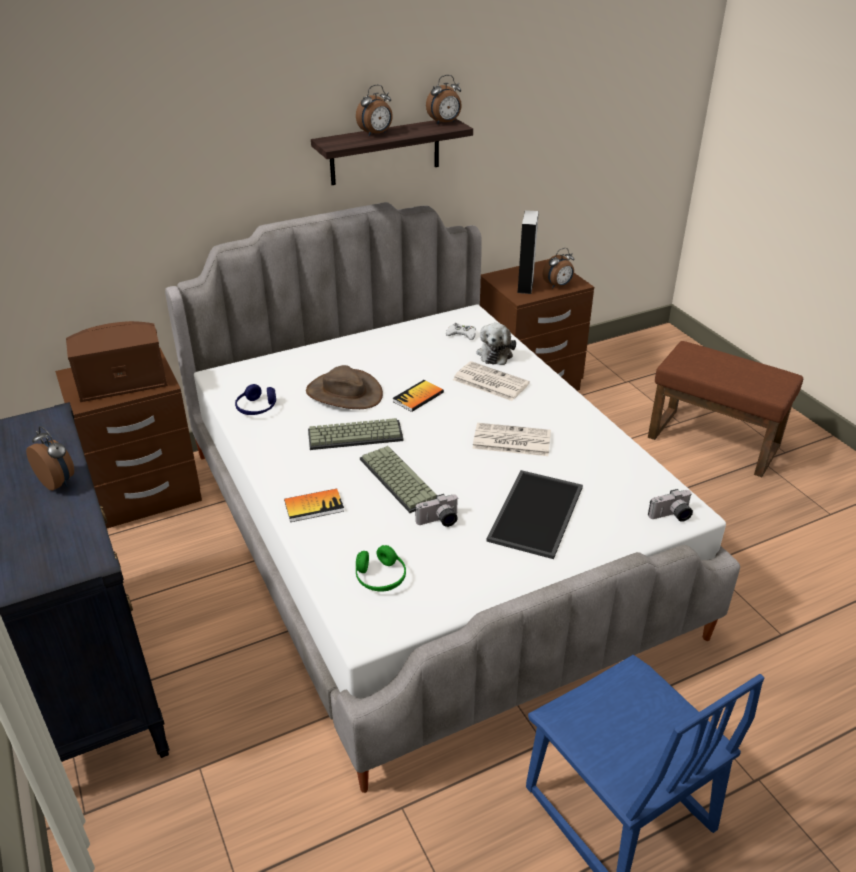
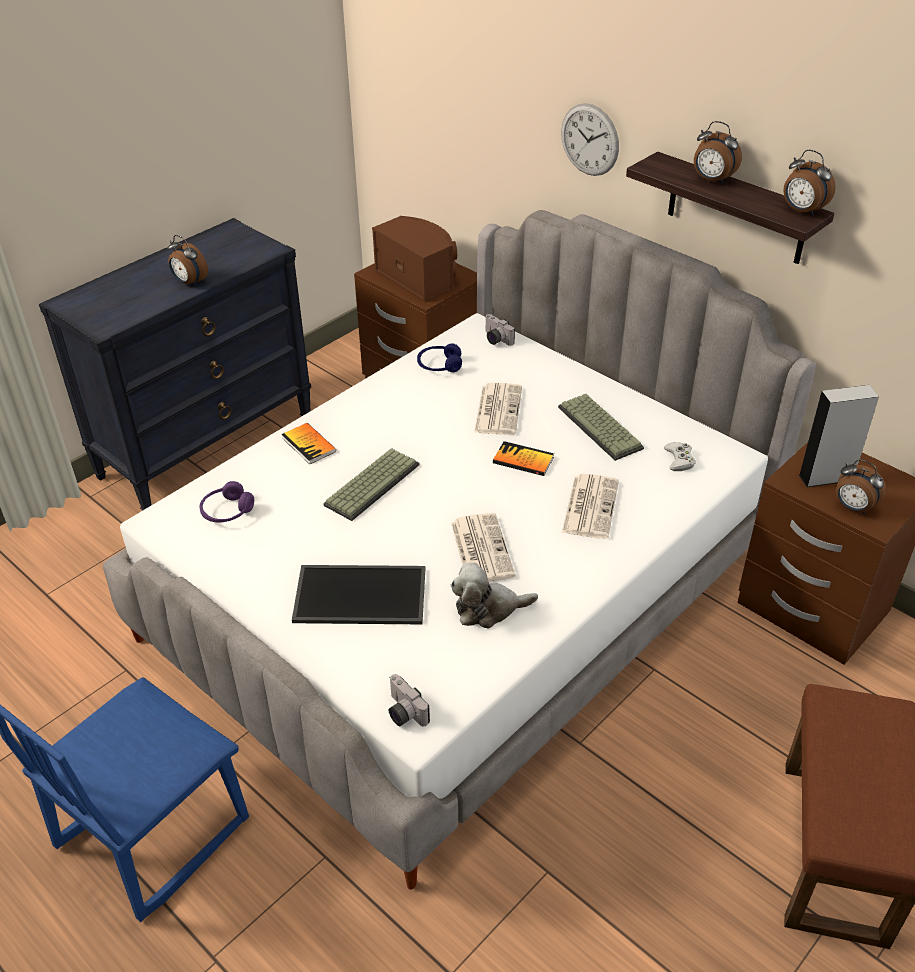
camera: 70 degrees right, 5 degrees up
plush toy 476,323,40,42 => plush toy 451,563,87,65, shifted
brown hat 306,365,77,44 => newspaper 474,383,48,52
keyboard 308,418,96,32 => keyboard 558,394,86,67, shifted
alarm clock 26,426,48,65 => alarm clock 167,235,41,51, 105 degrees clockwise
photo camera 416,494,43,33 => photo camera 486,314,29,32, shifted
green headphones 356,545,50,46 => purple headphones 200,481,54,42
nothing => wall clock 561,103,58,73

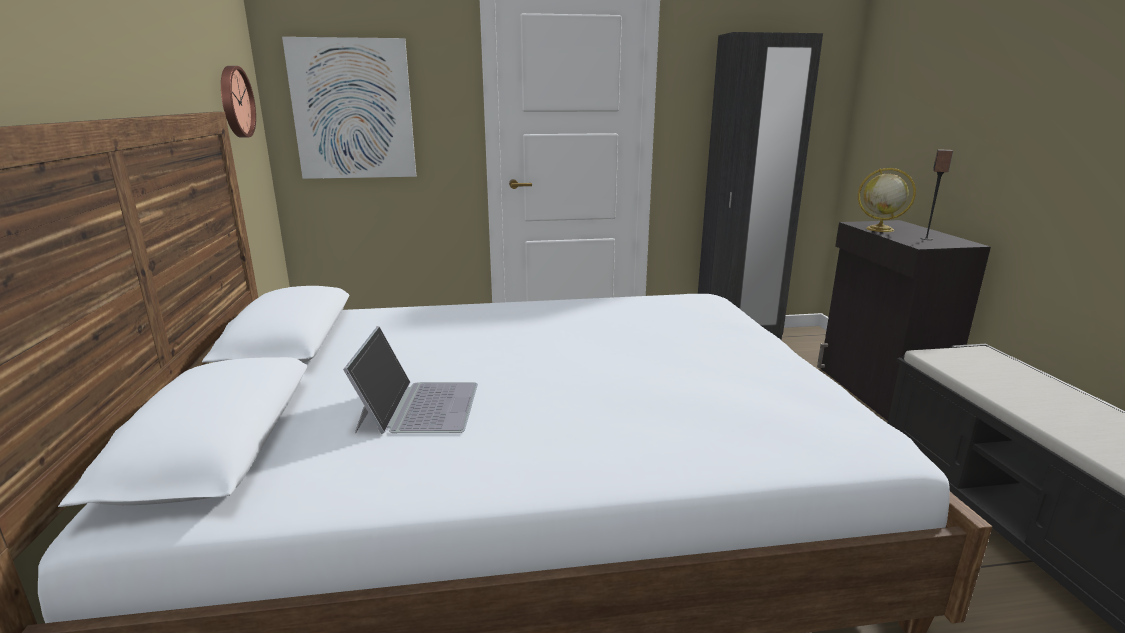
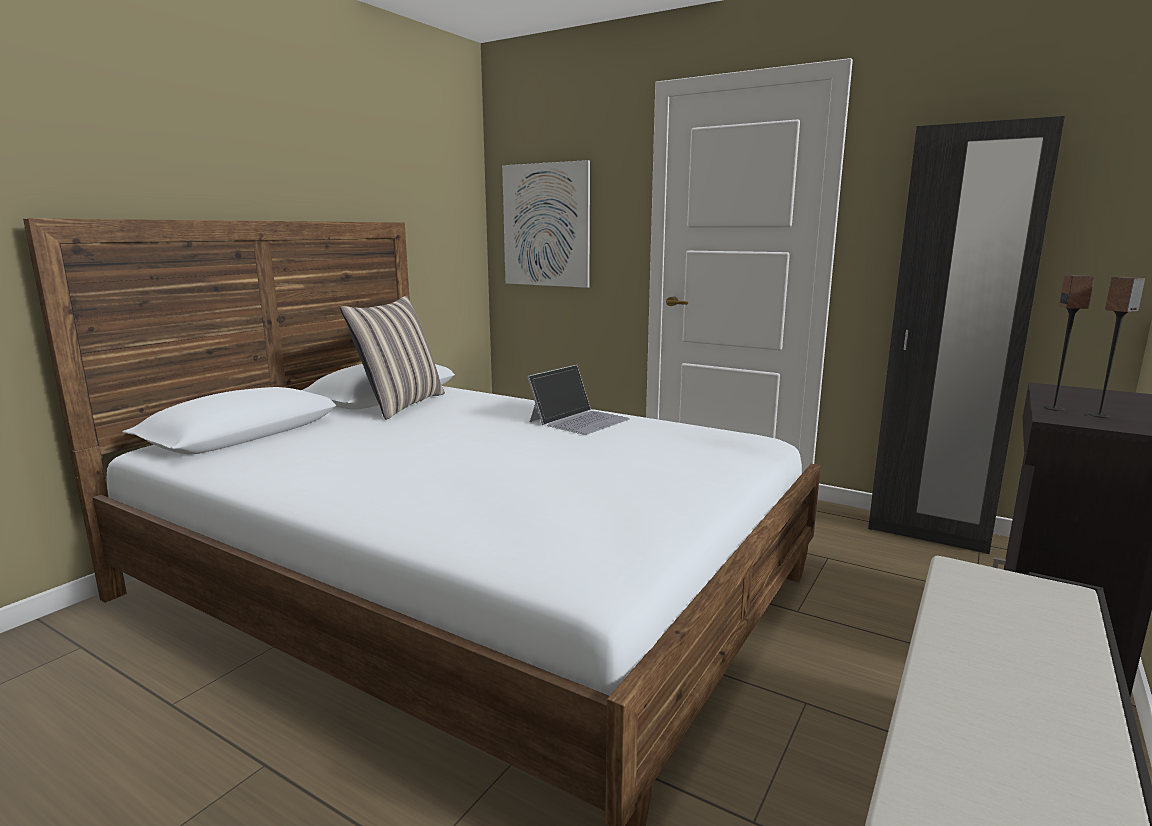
camera: 40 degrees right, 5 degrees down
wall clock 221,66,35,71 => nothing
globe 858,168,58,64 => nothing
laptop 343,326,135,108 => laptop 527,365,103,70, shifted
nothing => speaker 1044,275,51,136
nothing => pillow 340,296,105,124

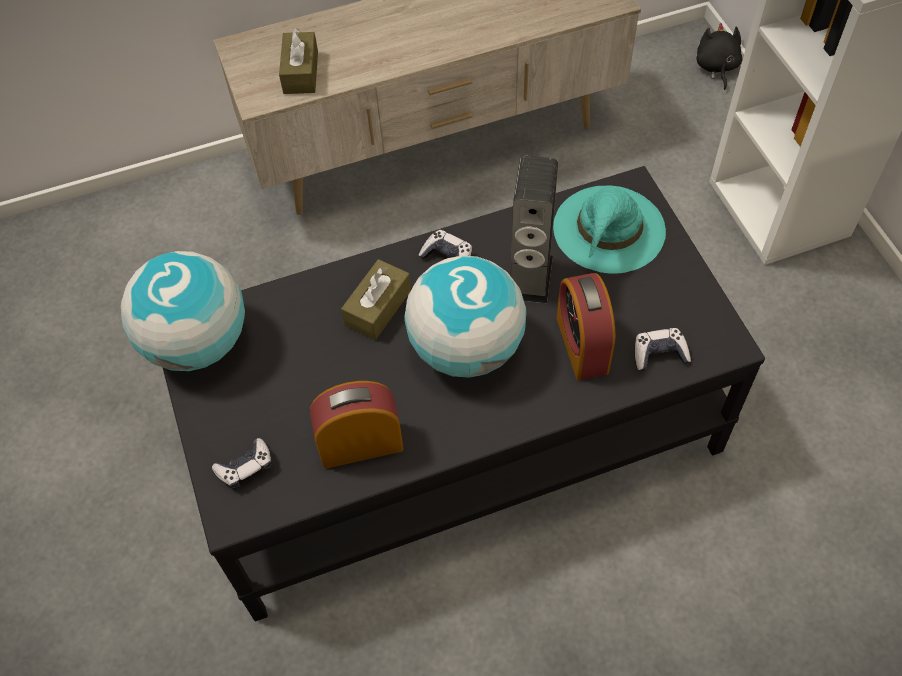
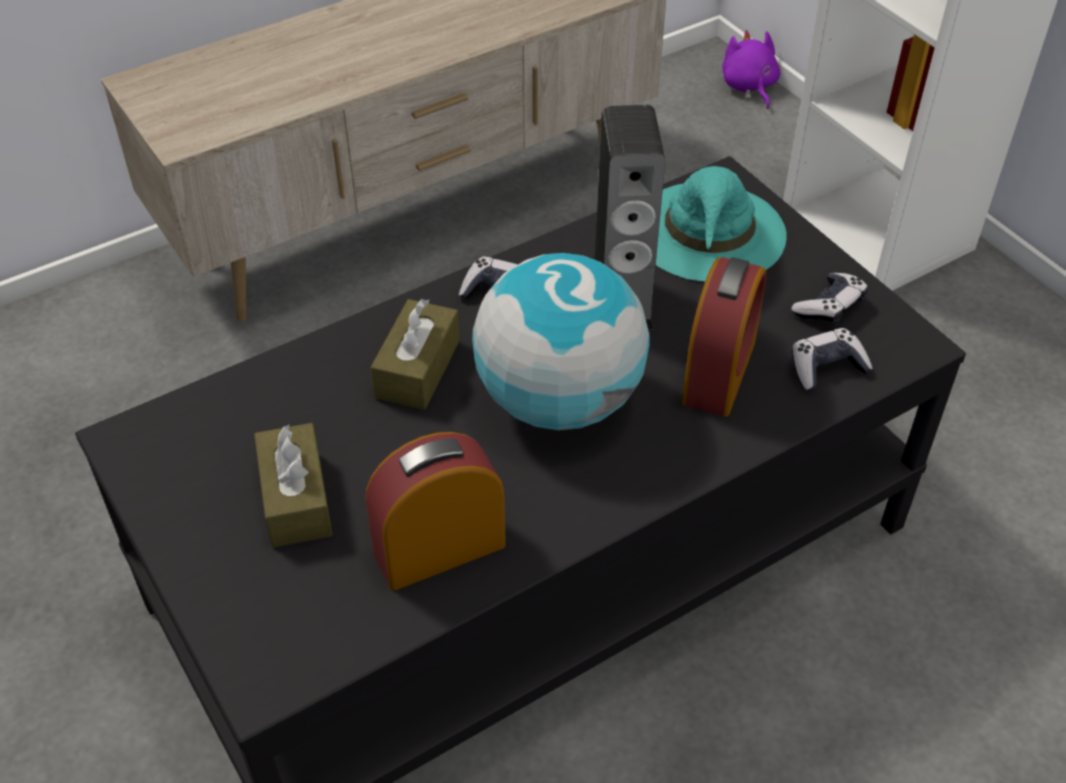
camera: 15 degrees left, 10 degrees down
black plush toy 696,23,46,67 => purple plush toy 722,30,58,79
brown tissue box 279,28,39,66 => brown tissue box 254,423,79,124, shifted
globe 121,251,124,120 => nothing
alarm clock 557,273,58,107 => alarm clock 682,257,84,160, 135 degrees counterclockwise
game controller 212,438,59,51 => game controller 791,273,77,52, shifted

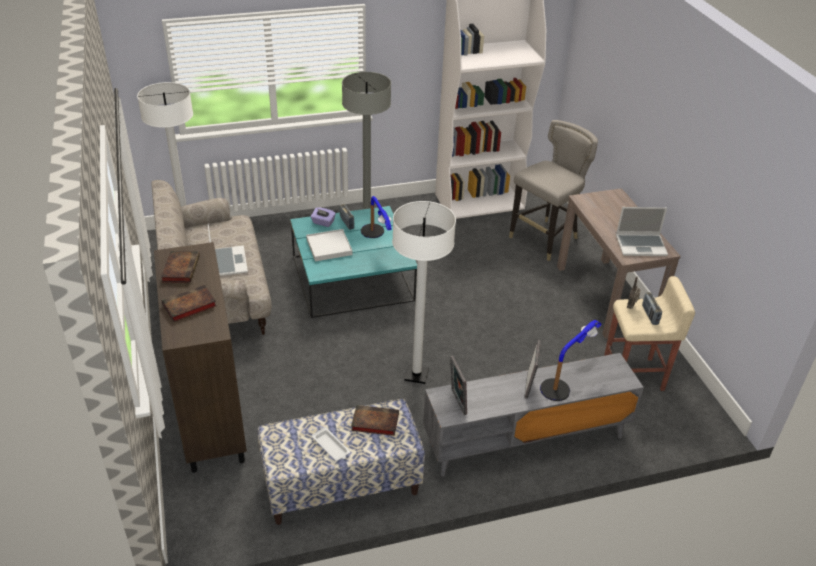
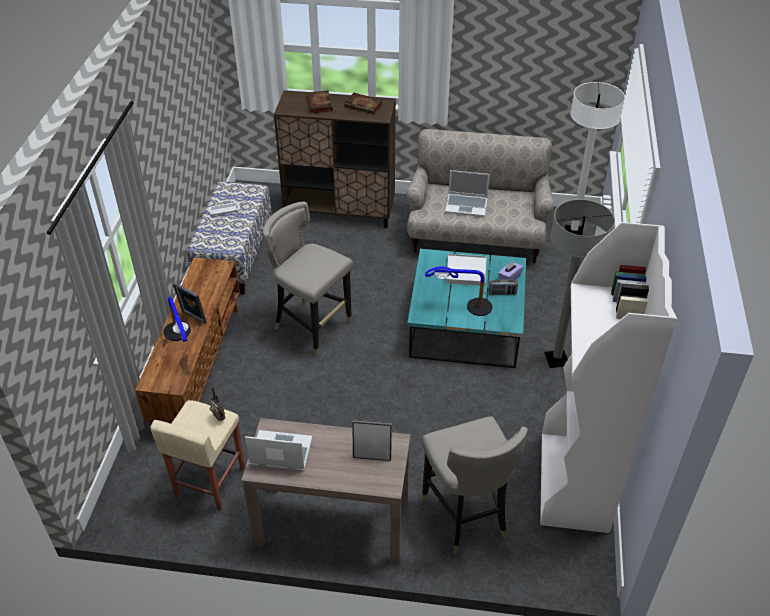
camera: 115 degrees right, 5 degrees up
white floor lamp 392,201,64,183 => grey stool 263,201,90,155
laptop 616,207,52,49 => laptop 245,430,67,41, 75 degrees clockwise
radio 642,292,20,33 => nothing
grey tv stand 423,353,221,123 => brown tv stand 135,257,105,167
picture frame 450,356,17,59 => picture frame 352,420,40,41, shifted
book 351,405,48,31 => nothing

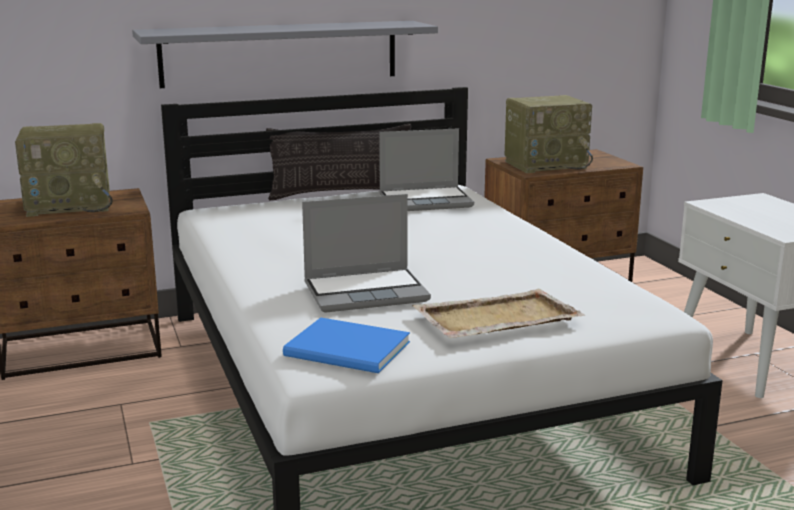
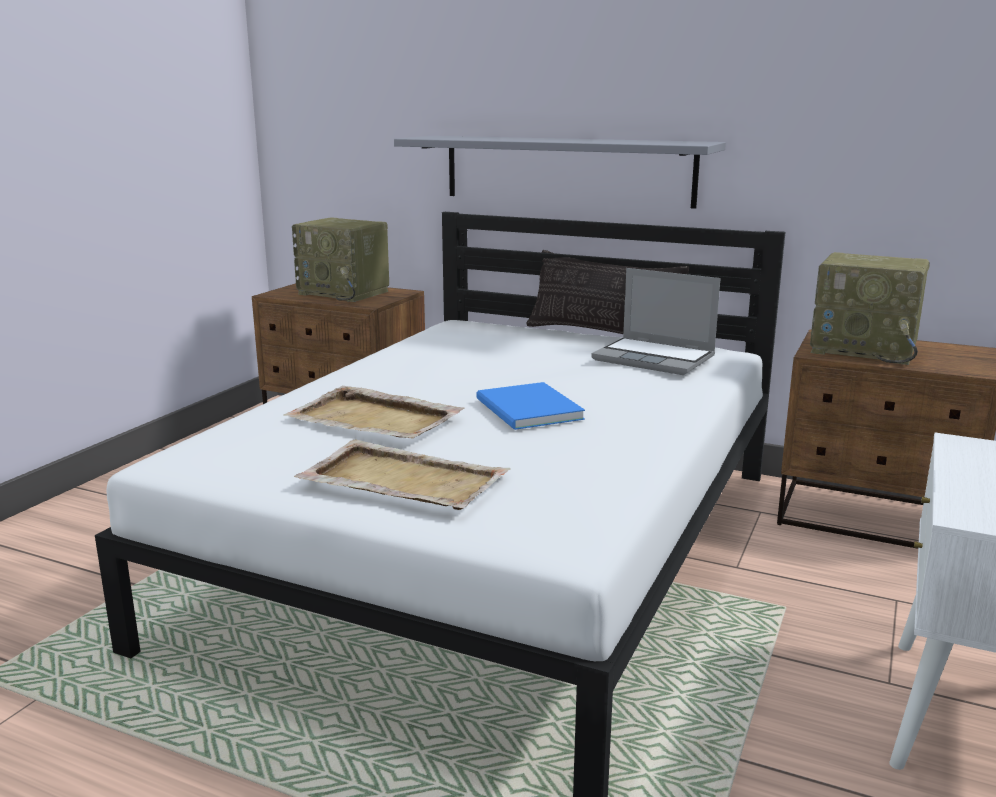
camera: 45 degrees right, 0 degrees up
laptop 302,194,129,119 => beige tray 283,386,182,52
blue book 283,318,127,55 => blue book 476,382,109,48, shifted

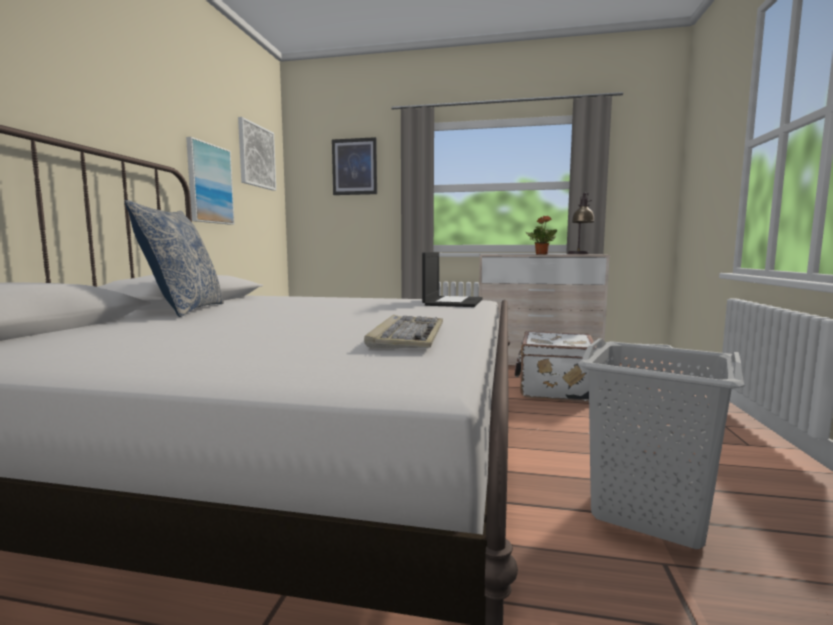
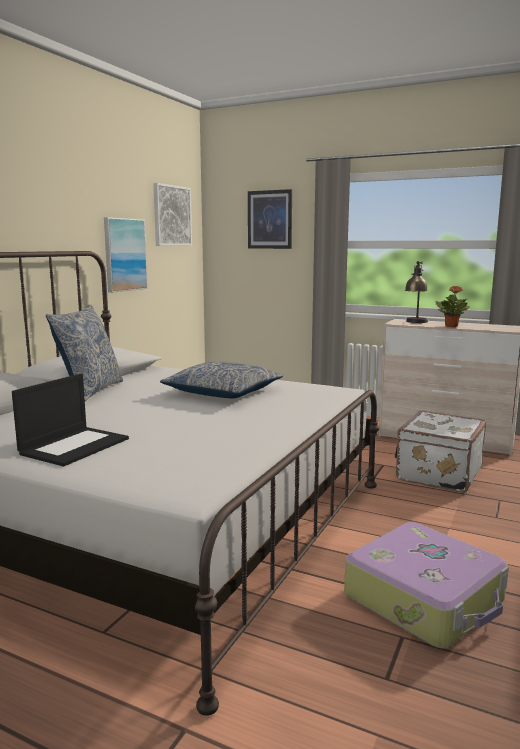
camera: 15 degrees right, 5 degrees up
table lamp 568,193,27,62 => table lamp 405,261,23,62, shifted
laptop 422,252,61,55 => laptop 12,374,117,93, shifted
keyboard 364,315,79,33 => nothing
grey laundry basket 578,338,166,211 => suitcase 344,522,165,127
nothing => pillow 160,361,123,37

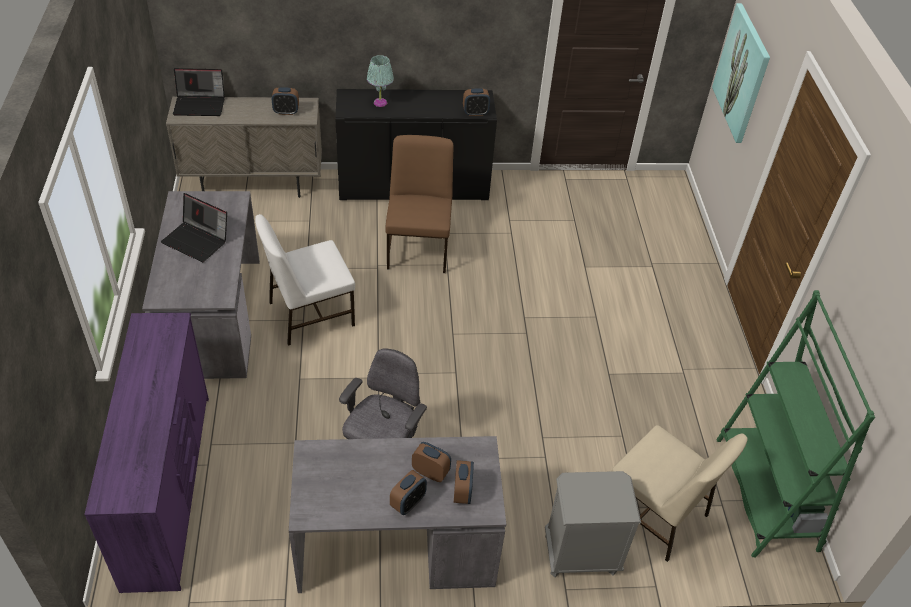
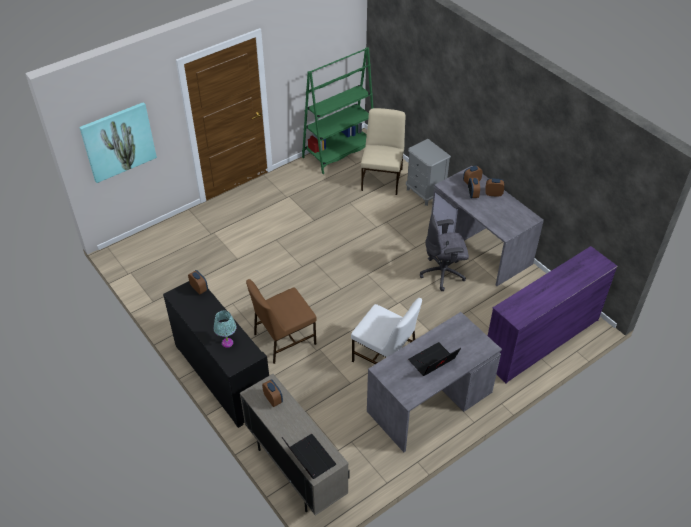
camera: 120 degrees left, 0 degrees up
laptop 161,193,66,69 => laptop 408,342,53,34, 120 degrees counterclockwise

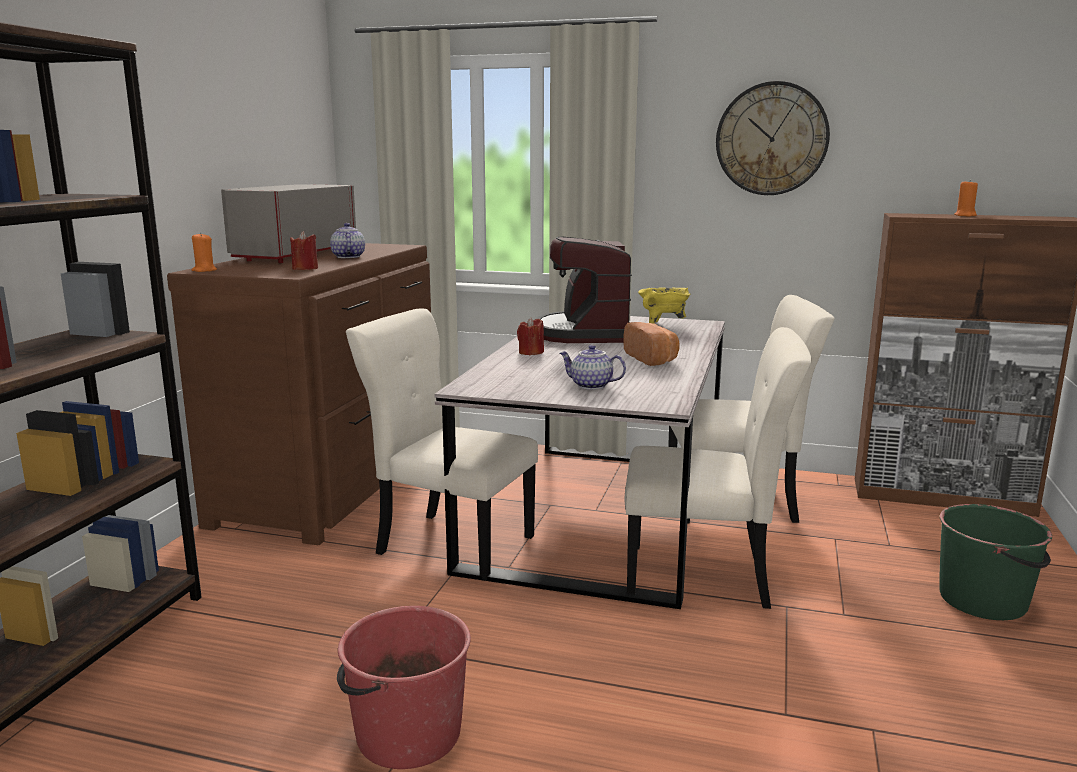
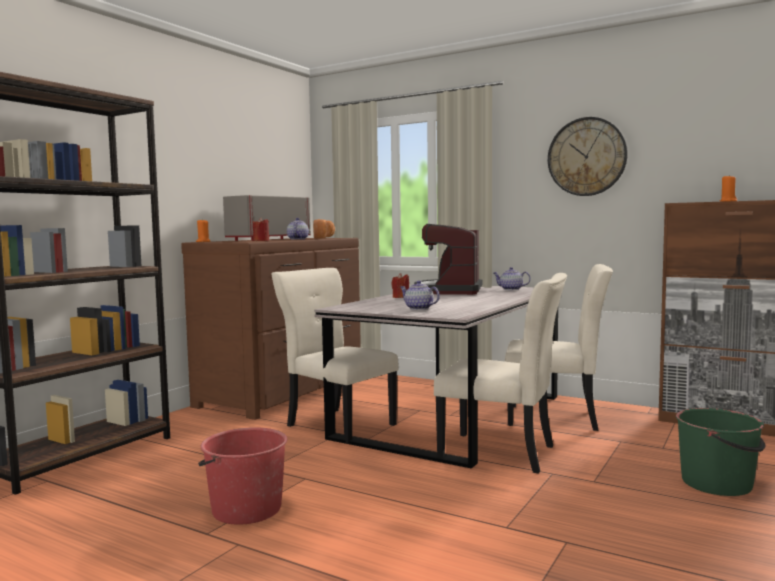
camera: 15 degrees right, 10 degrees down
yellow cooking pot 638,287,53,37 => teapot 494,267,37,23
bread 624,322,55,44 => bread 313,219,22,20, shifted

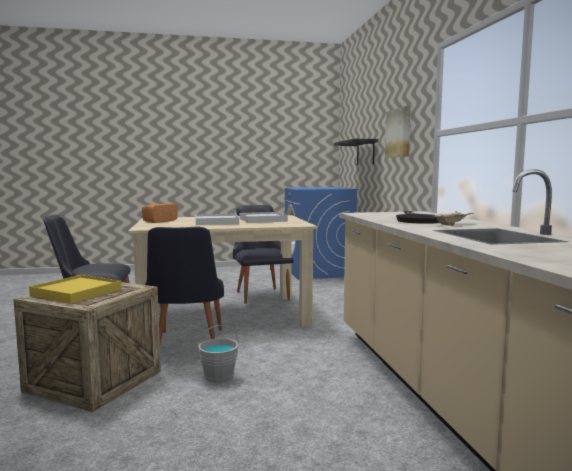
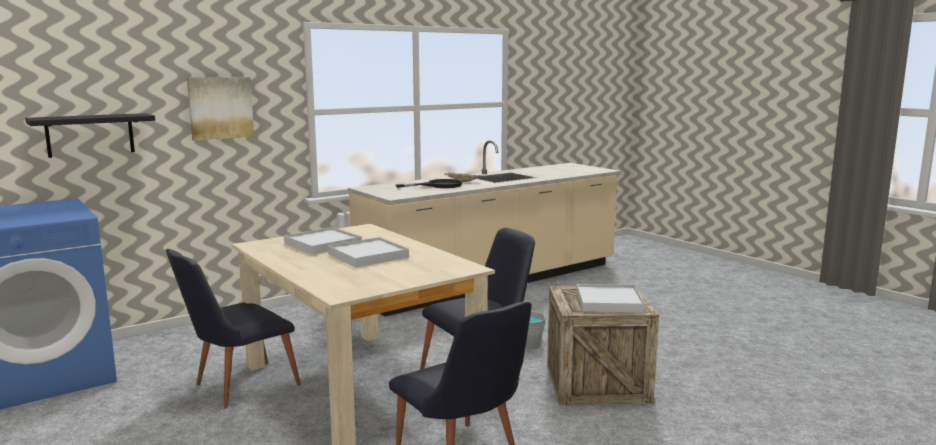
camera: 115 degrees left, 5 degrees up
bread 142,203,36,20 => nothing
yellow tray 29,275,93,29 => white tray 577,284,68,29

